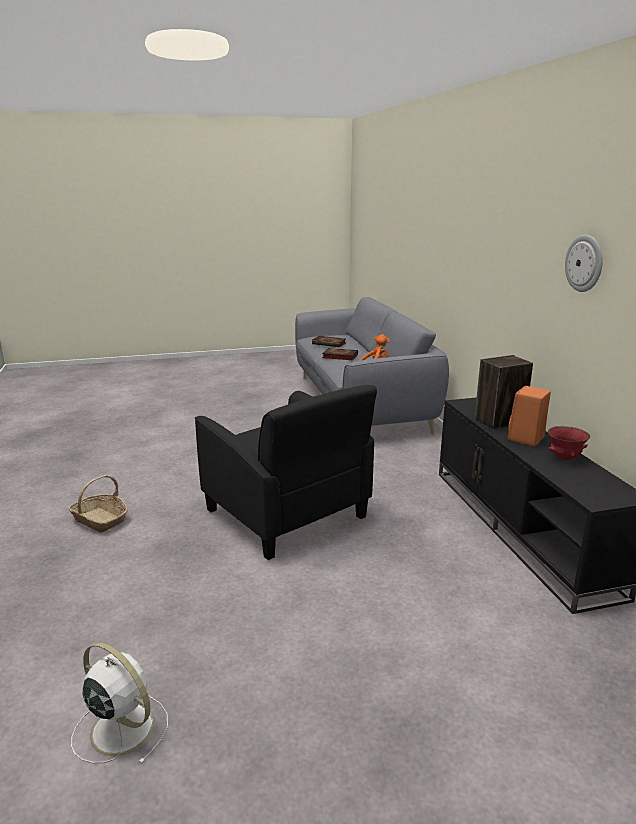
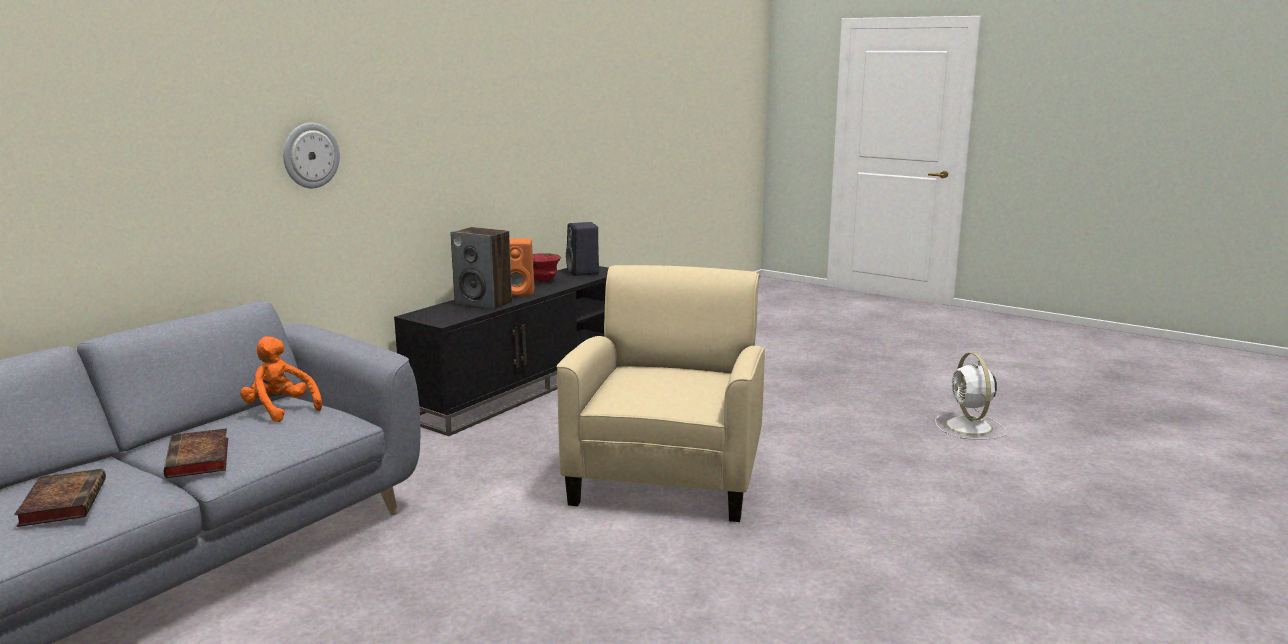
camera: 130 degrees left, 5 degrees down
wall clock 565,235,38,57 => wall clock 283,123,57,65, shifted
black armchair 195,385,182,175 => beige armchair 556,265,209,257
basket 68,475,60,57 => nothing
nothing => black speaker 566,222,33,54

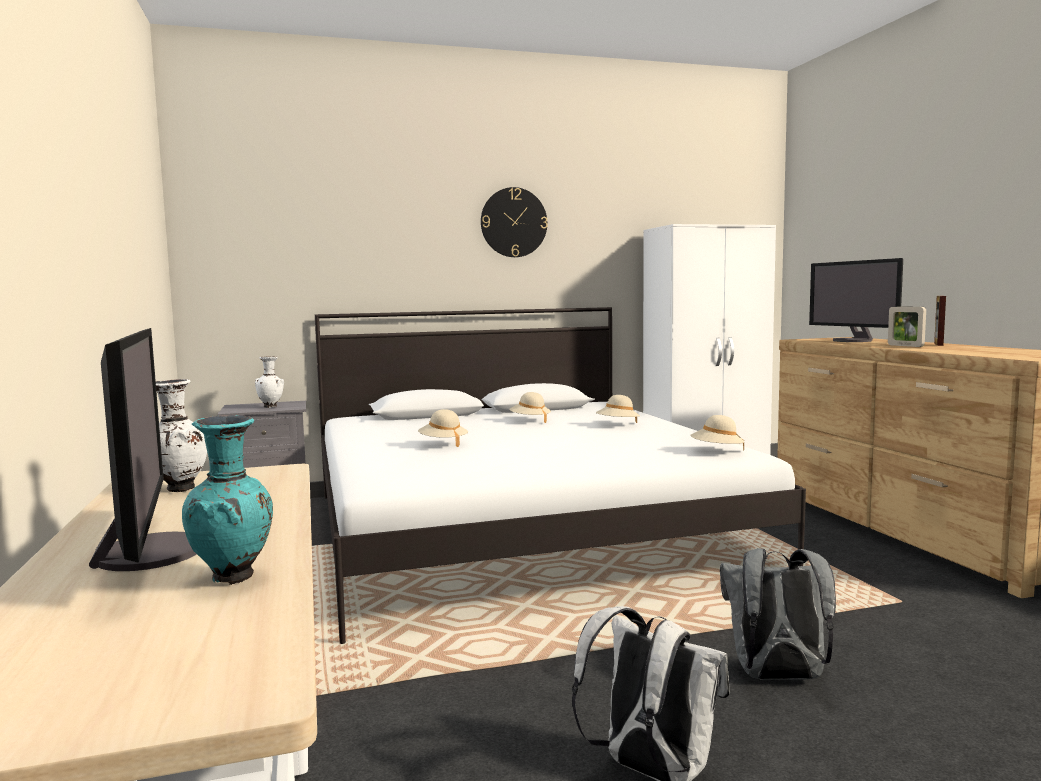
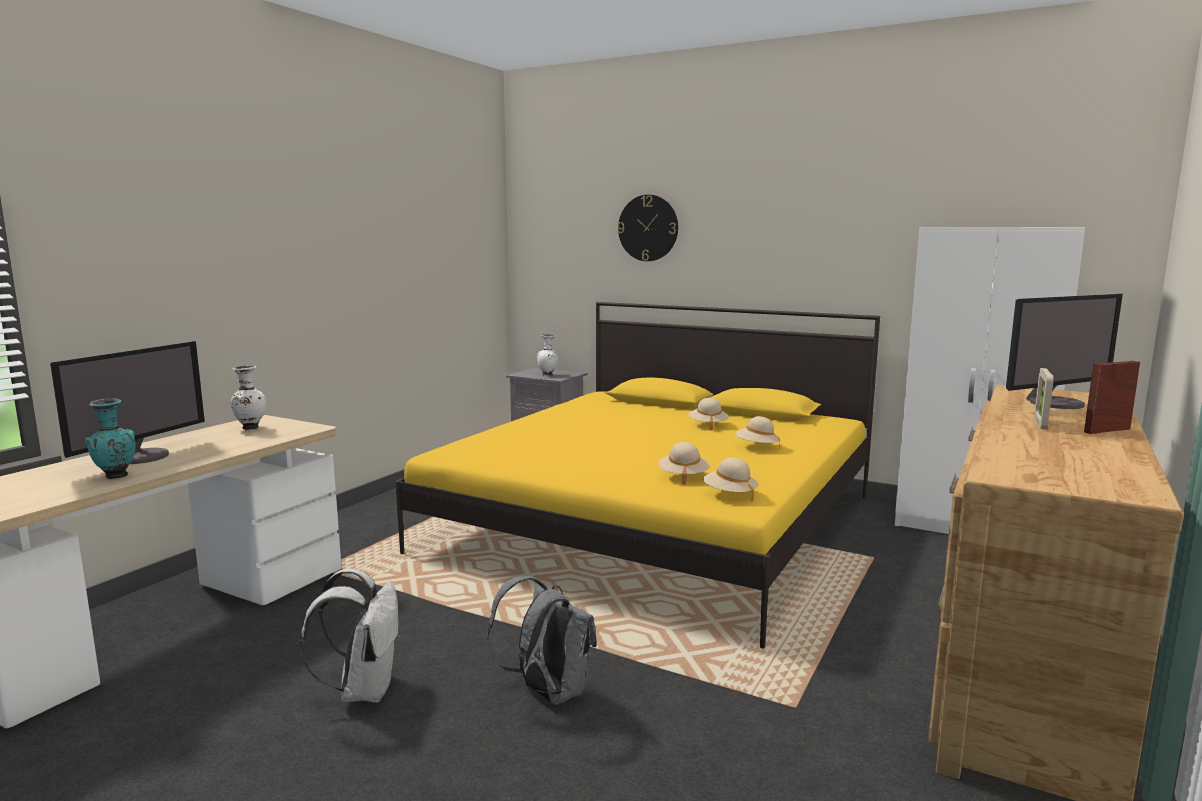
camera: 45 degrees right, 5 degrees up
wall clock 481,187,67,70 => wall clock 618,195,60,66, shifted
monitor 809,258,94,84 => monitor 1006,294,117,115, 135 degrees counterclockwise
white bed 315,307,491,337 => yellow bed 396,302,484,347
beige hat 418,409,50,38 => beige hat 659,442,50,43, shifted

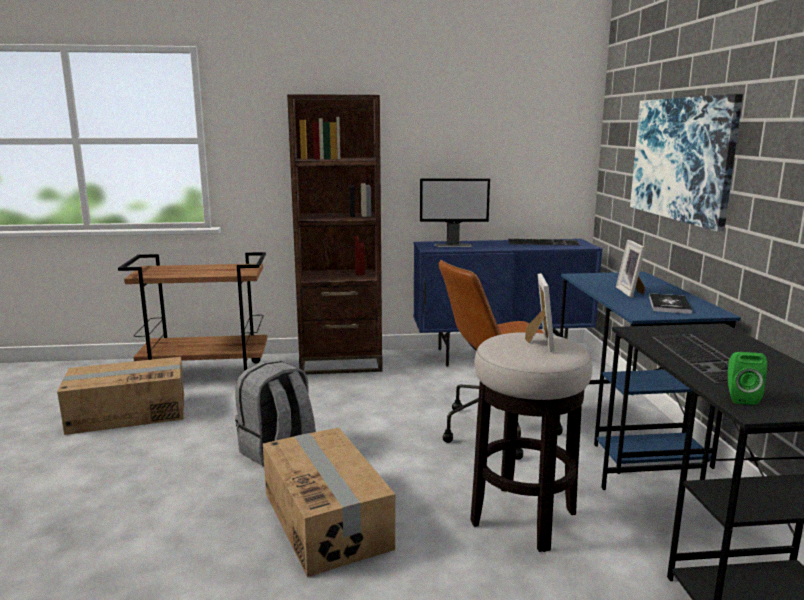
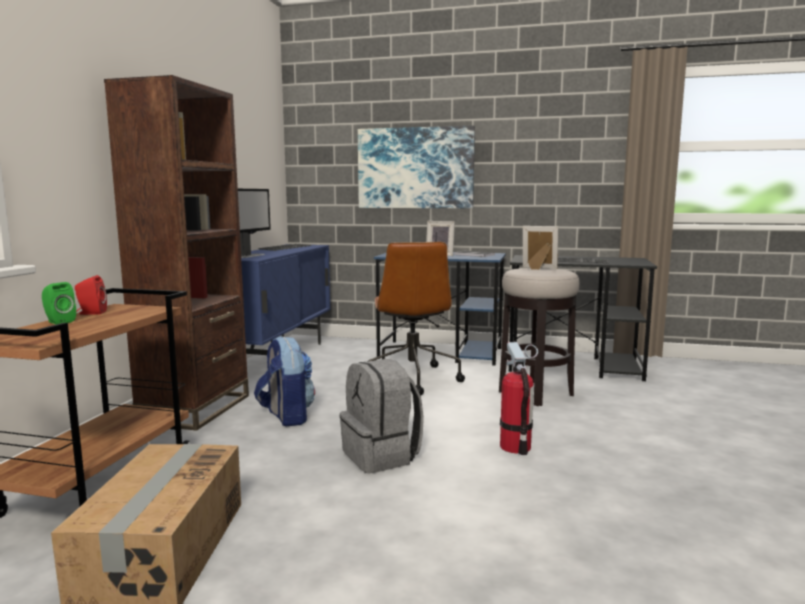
camera: 70 degrees left, 5 degrees down
green speaker 728,352,39,53 => green speaker 42,282,34,42, shifted
cardboard box 263,428,132,149 => fire extinguisher 500,342,38,113
nothing => red speaker 75,275,32,40
nothing => backpack 254,336,61,90

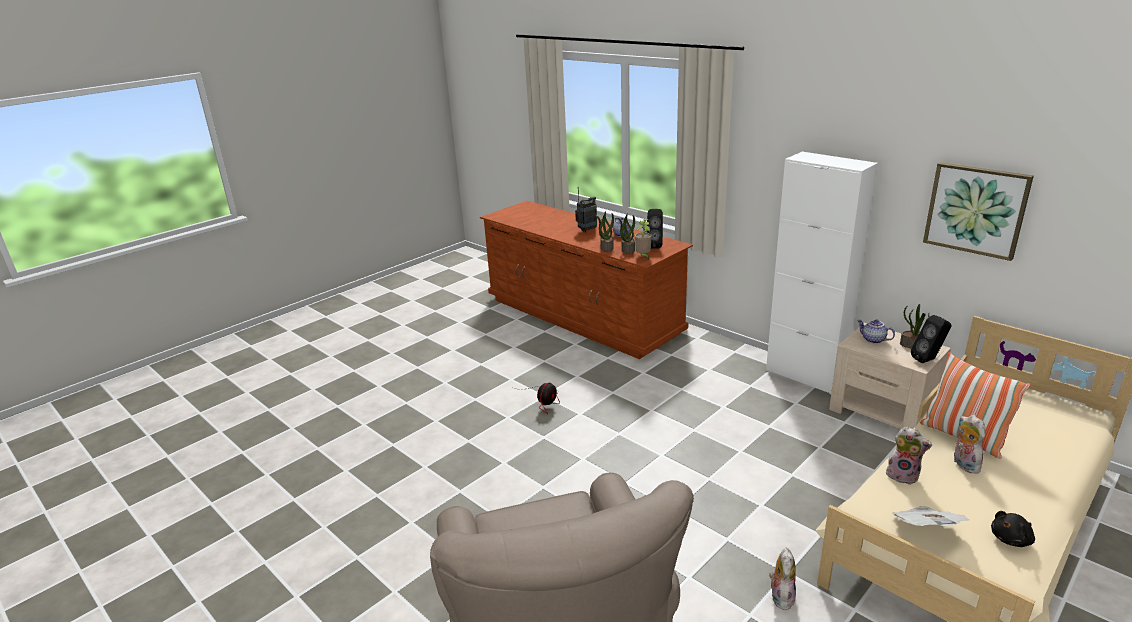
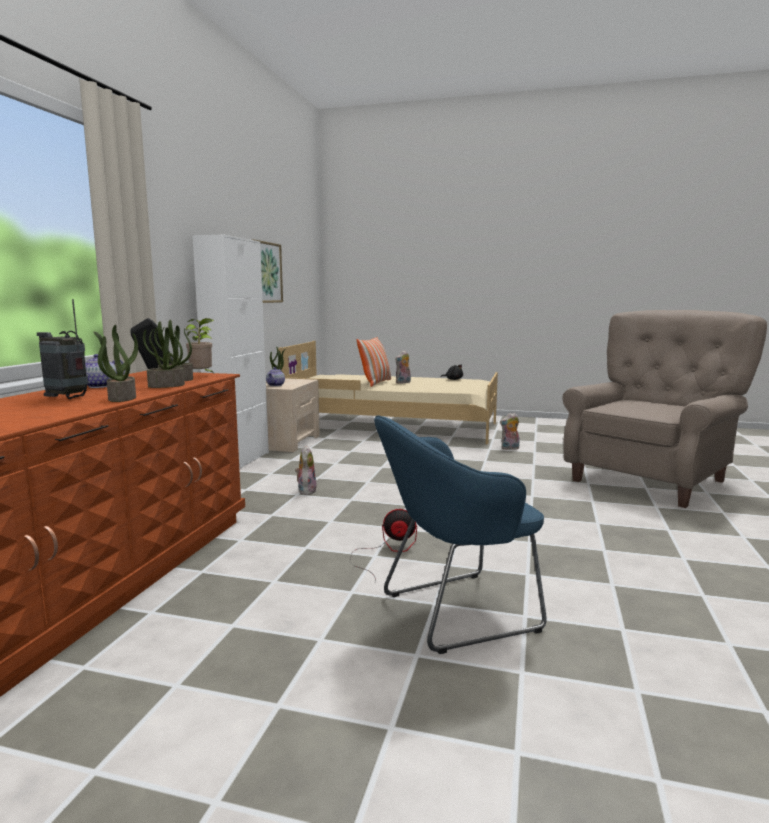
camera: 120 degrees left, 15 degrees down
black speaker 911,315,40,48 => nothing
plush toy 886,426,46,59 => plush toy 295,446,22,49, shifted
newspaper 893,506,76,21 => nothing
nothing => potted plant 93,325,45,77
nothing => blue armchair 374,416,173,238

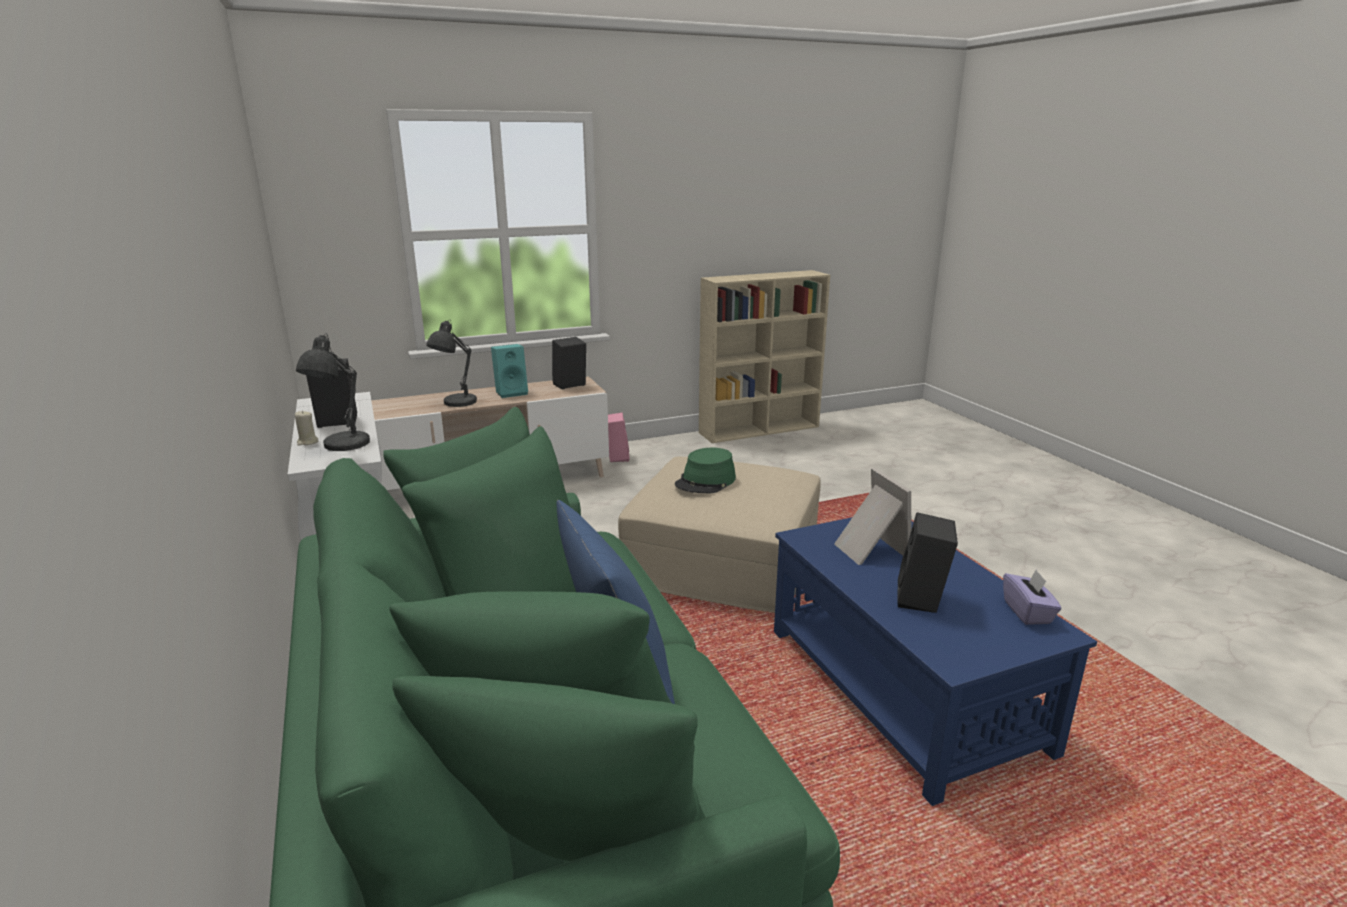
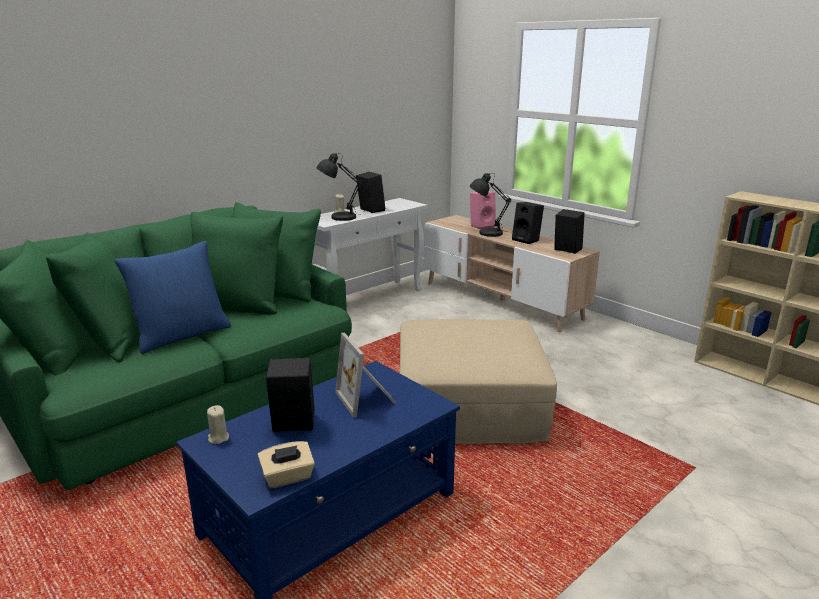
camera: 70 degrees right, 0 degrees up
turquoise speaker 491,344,37,54 => black speaker 512,202,32,42
pink speaker 608,413,22,49 => pink speaker 470,191,26,38, shifted
green hat 675,448,61,45 => nothing
picture frame 834,468,77,97 => picture frame 335,333,61,84, 105 degrees clockwise
purple tissue box 1003,570,59,55 => beige tissue box 257,441,58,47
nothing => beige candle 207,405,22,39

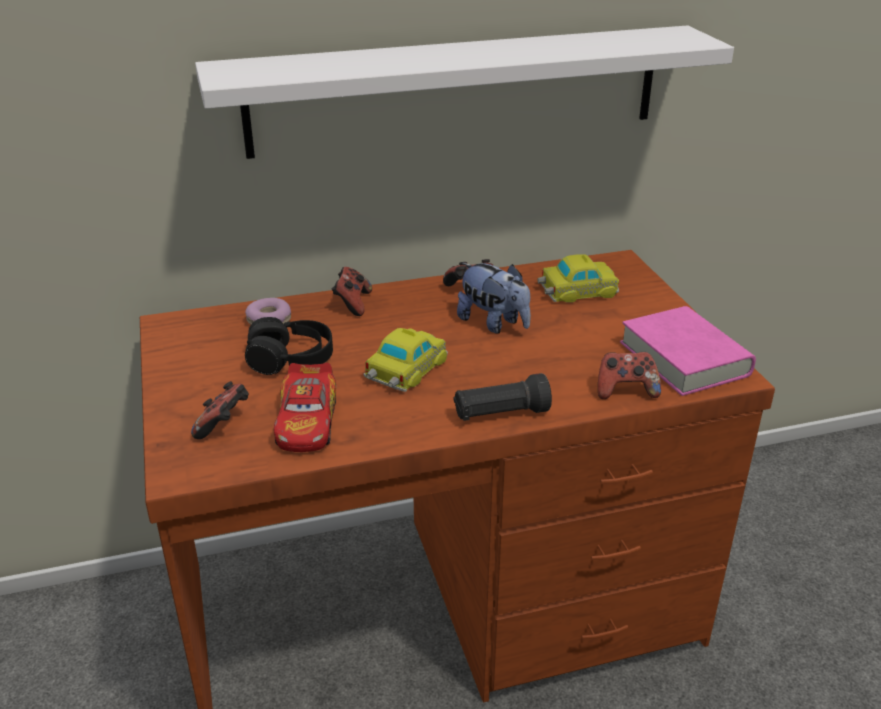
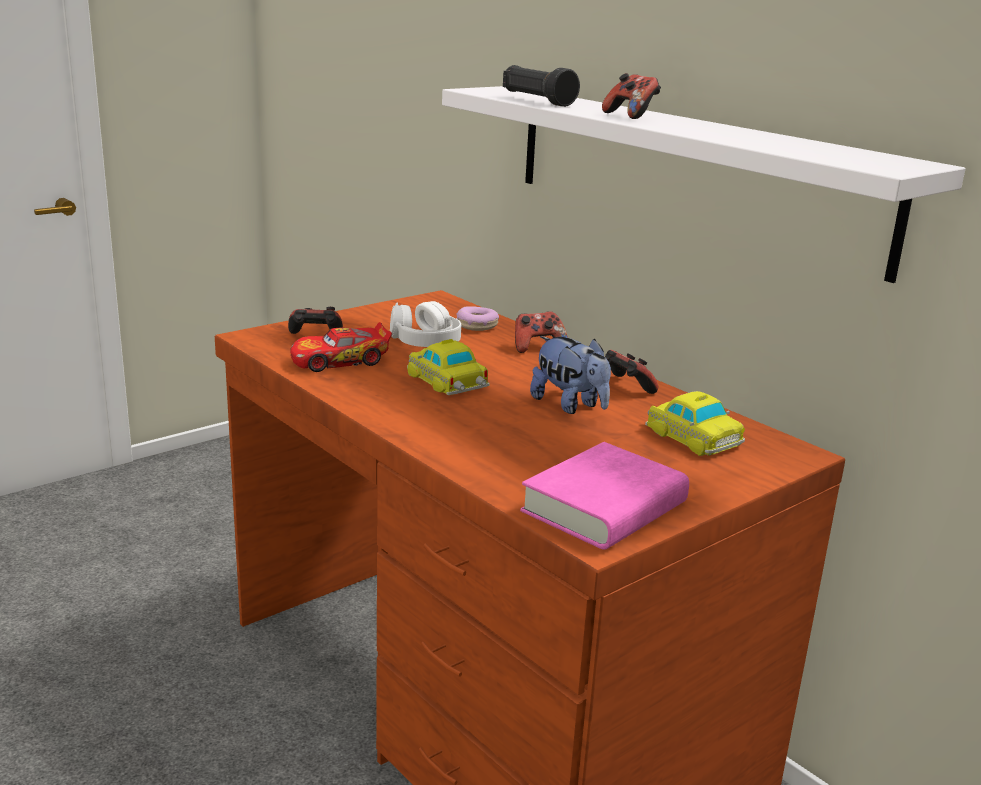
camera: 65 degrees right, 10 degrees down
plush toy 457,263,74,70 => plush toy 530,336,81,78, 60 degrees counterclockwise
black headphones 245,317,88,58 => white headphones 390,301,71,46
toy car 363,328,85,64 => toy car 407,339,83,56, 135 degrees counterclockwise
game controller 598,352,63,47 => game controller 602,73,59,46, shifted
black flashlight 454,373,98,48 => black flashlight 503,65,77,42, shifted

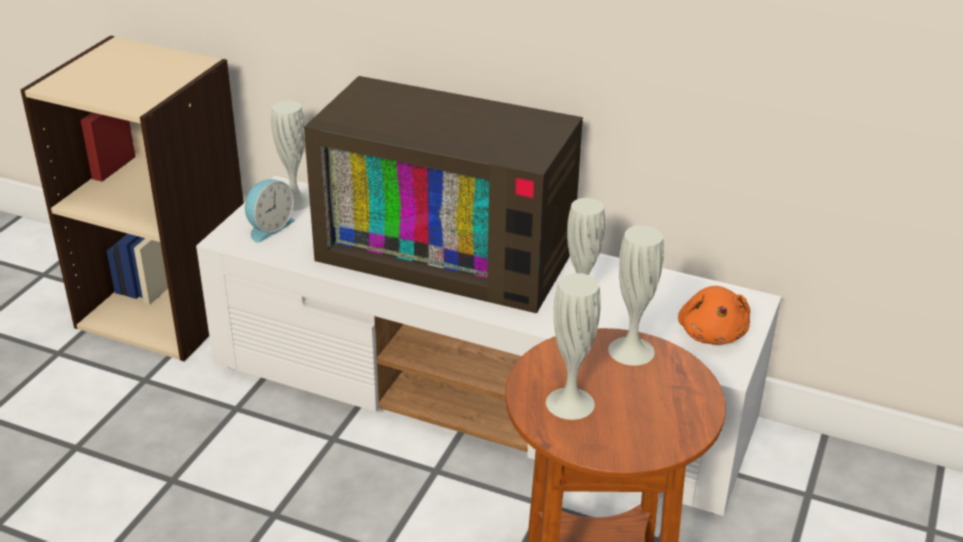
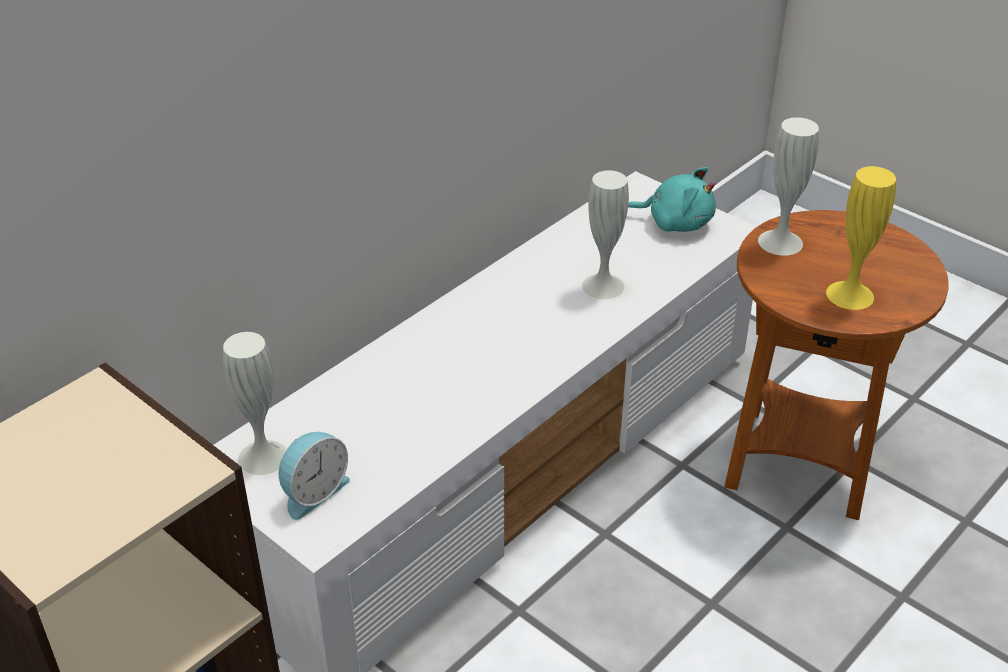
camera: 70 degrees left, 5 degrees up
television 304,76,279,237 => nothing
alarm clock 245,179,50,64 => alarm clock 279,432,71,88, 75 degrees clockwise
white vase 546,273,55,147 => yellow vase 826,166,70,144
orange plush toy 678,286,72,59 => turquoise plush toy 628,167,88,65

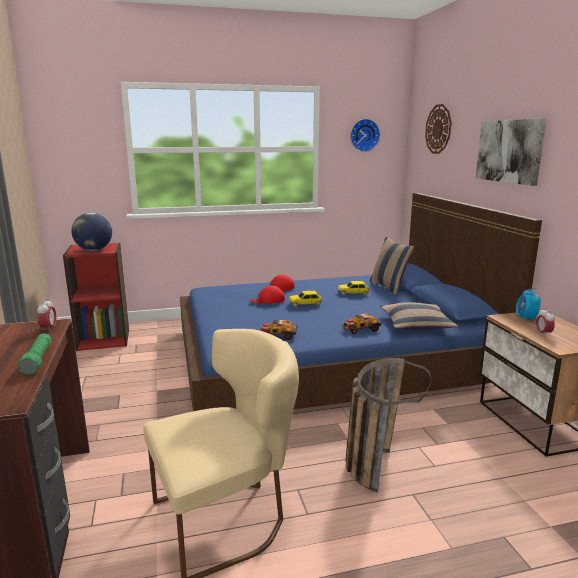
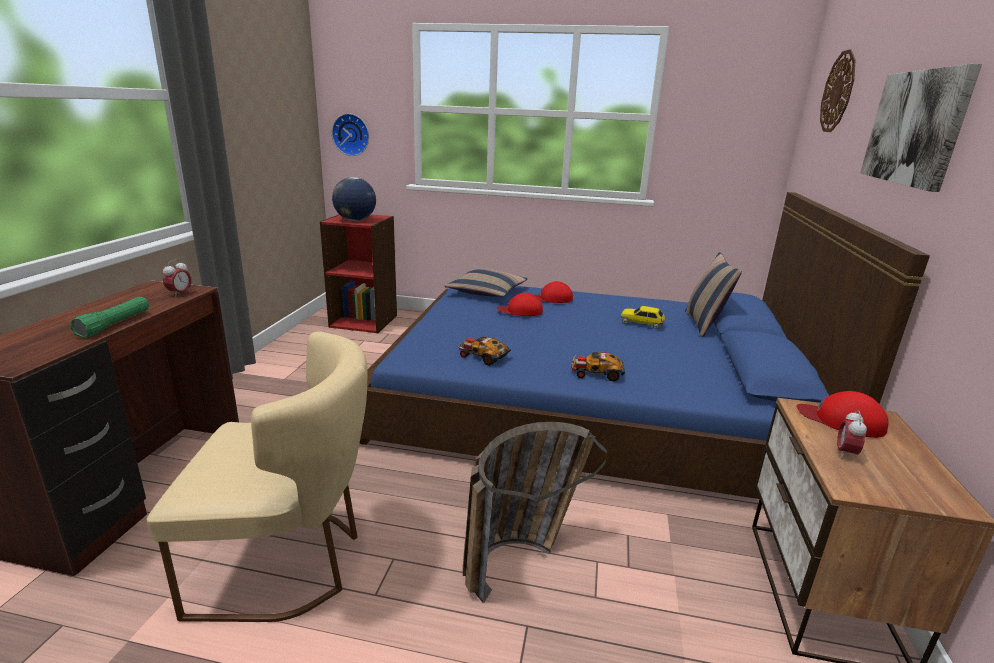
camera: 25 degrees right, 5 degrees up
wall clock 350,119,30,33 => wall clock 332,114,37,42, shifted
alarm clock 516,288,25,35 => red cap 797,391,91,47
toy car 289,291,33,16 => nothing
pillow 380,302,78,28 => pillow 444,269,84,28, shifted

